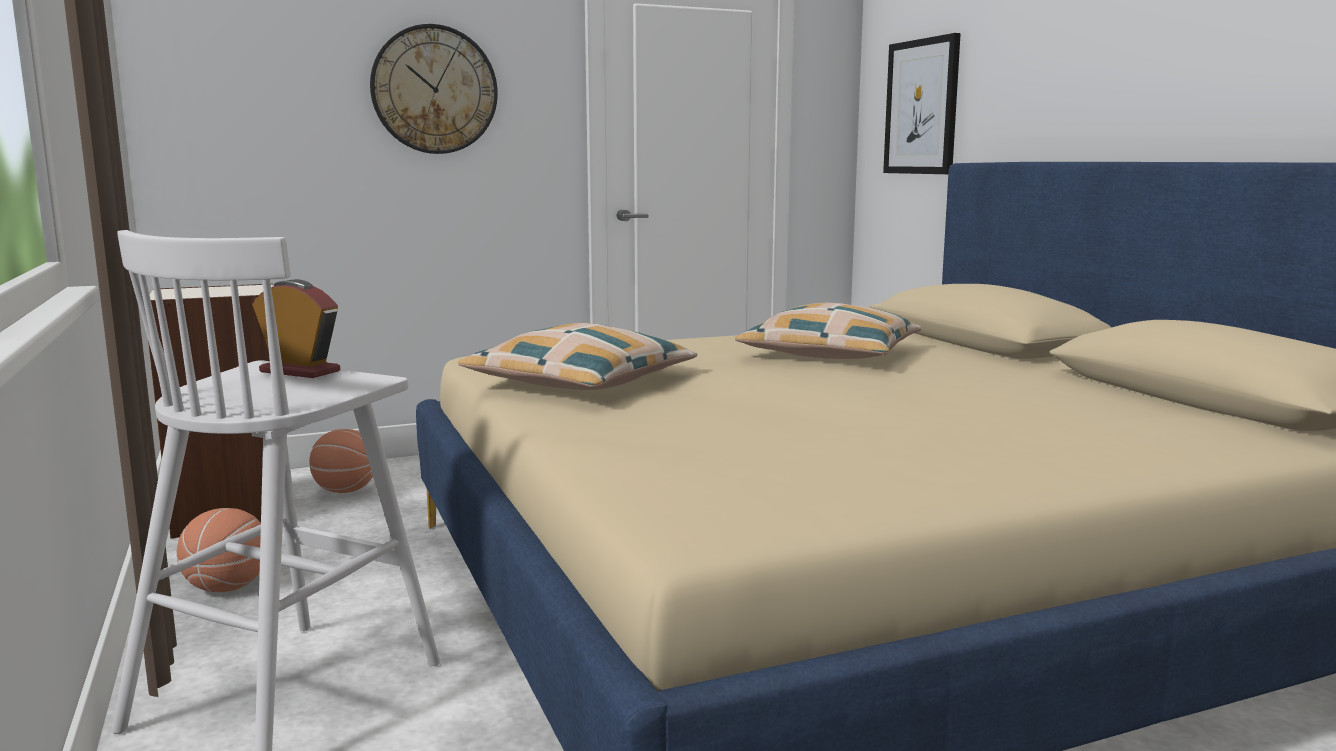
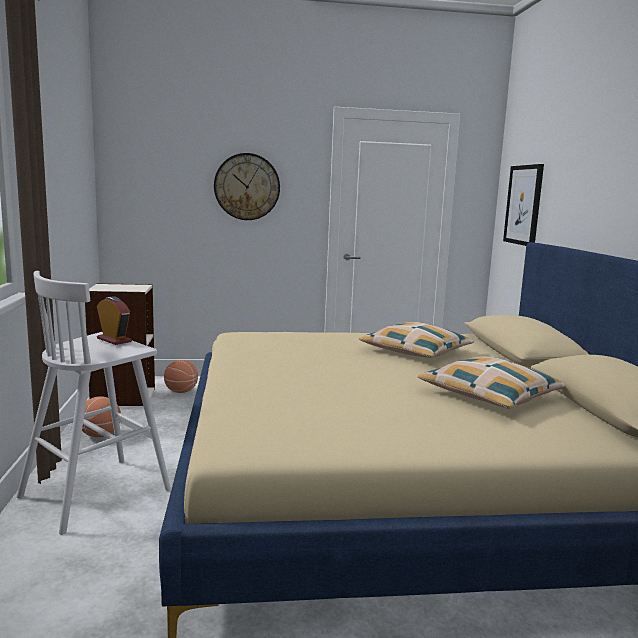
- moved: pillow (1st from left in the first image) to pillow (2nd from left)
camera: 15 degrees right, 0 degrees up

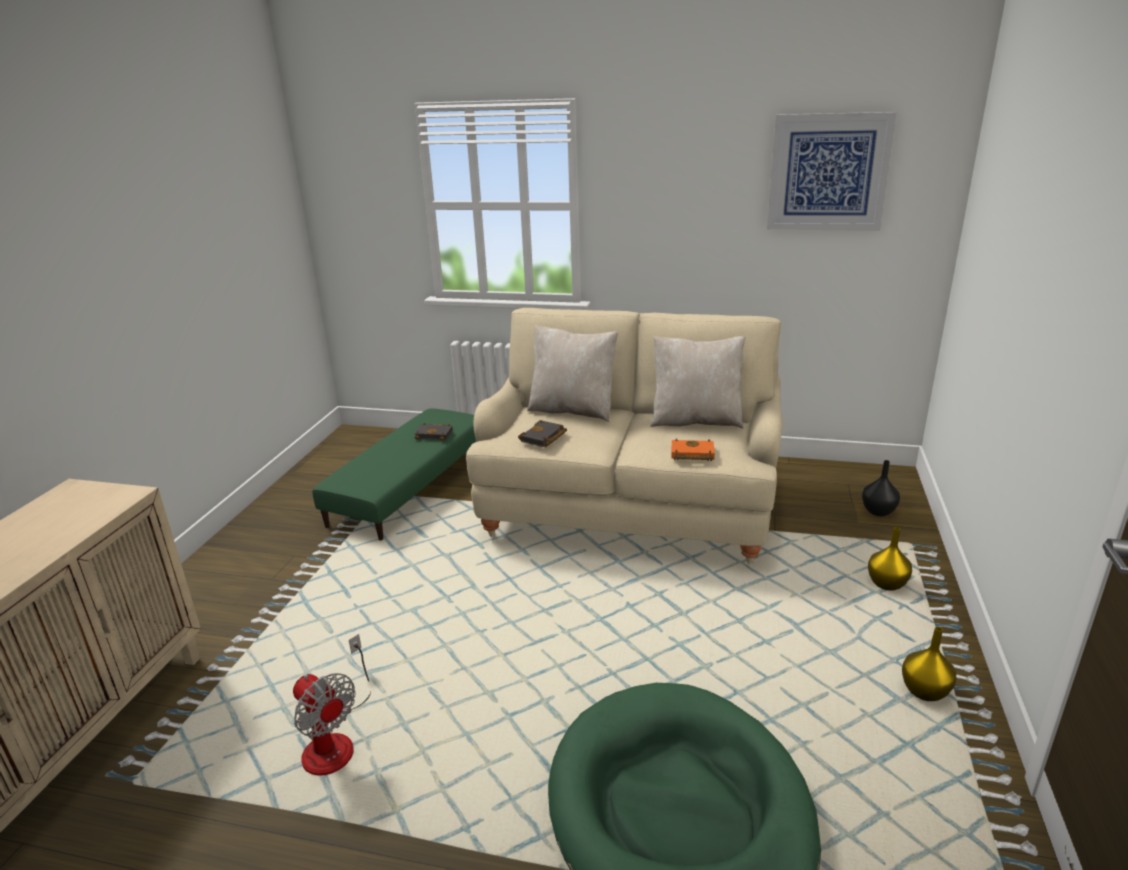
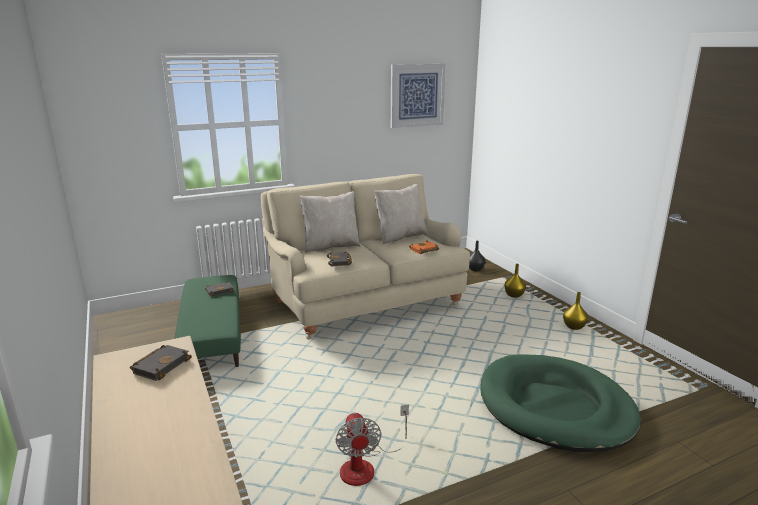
- added: black book (1st from left)
- turned: fan 75 degrees clockwise
camera: 40 degrees left, 5 degrees down

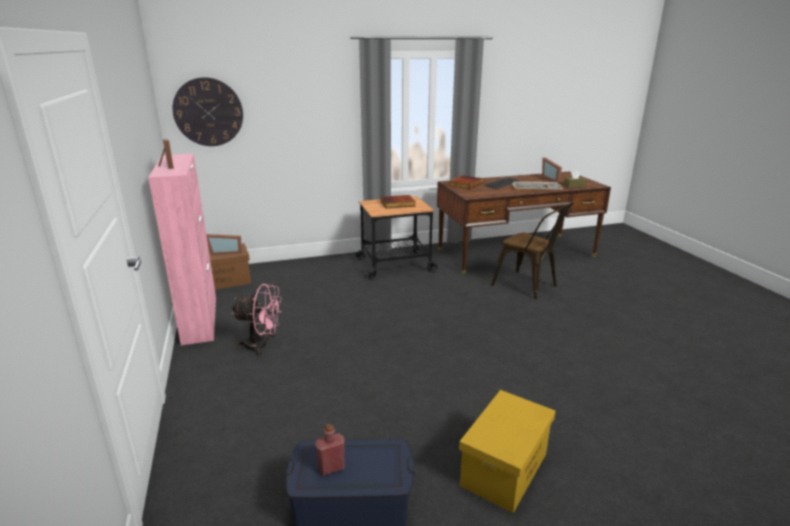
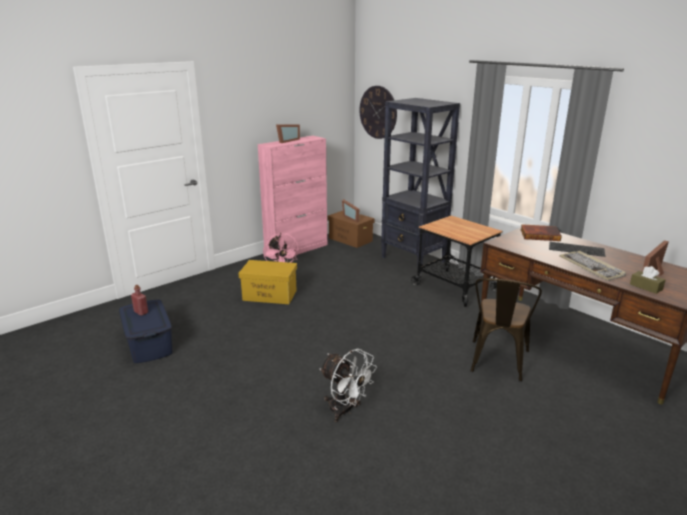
- moved: yellow storage box
- added: white fan
- added: black bookcase
- removed: book (1st from left)
camera: 65 degrees right, 0 degrees up

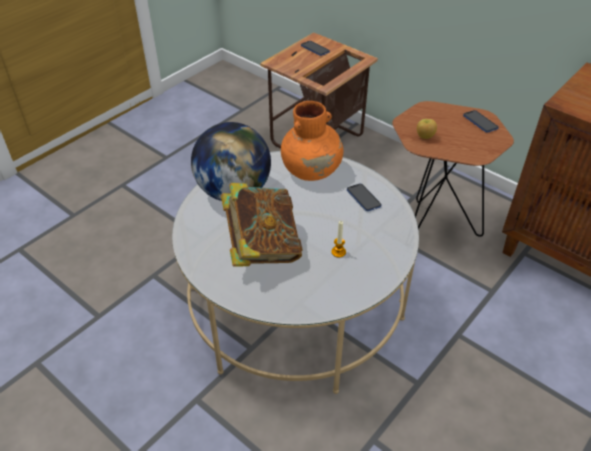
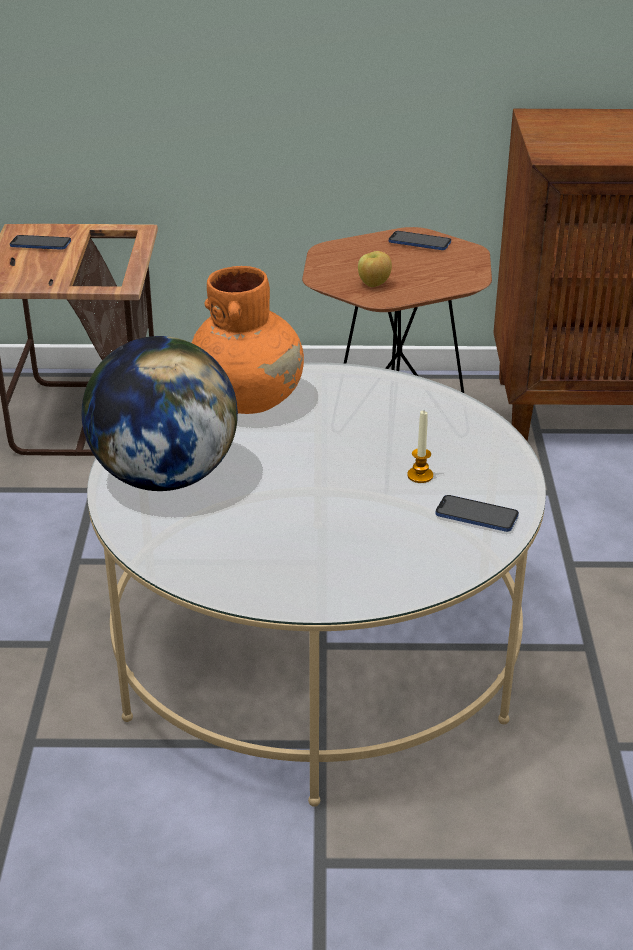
- moved: phone (2nd from left in the first image) to phone (3rd from left)
- removed: book
camera: 40 degrees left, 10 degrees down

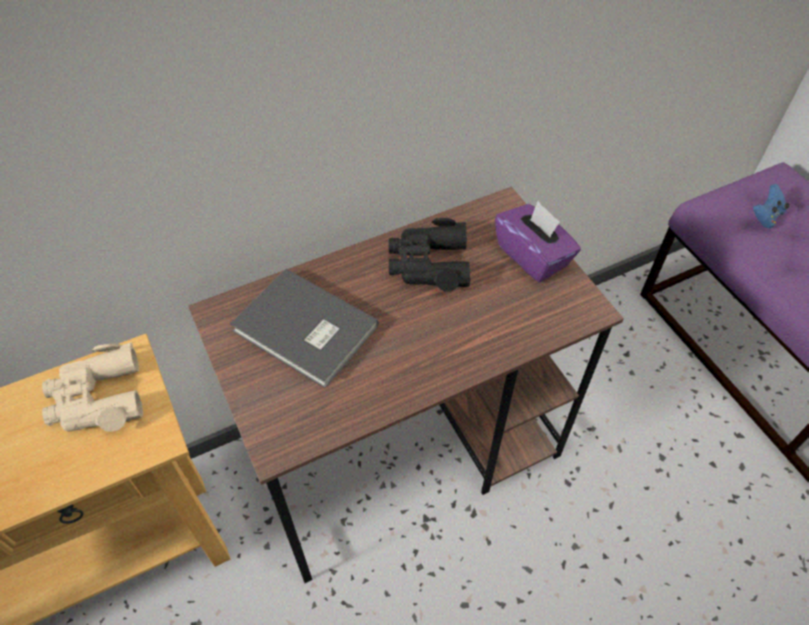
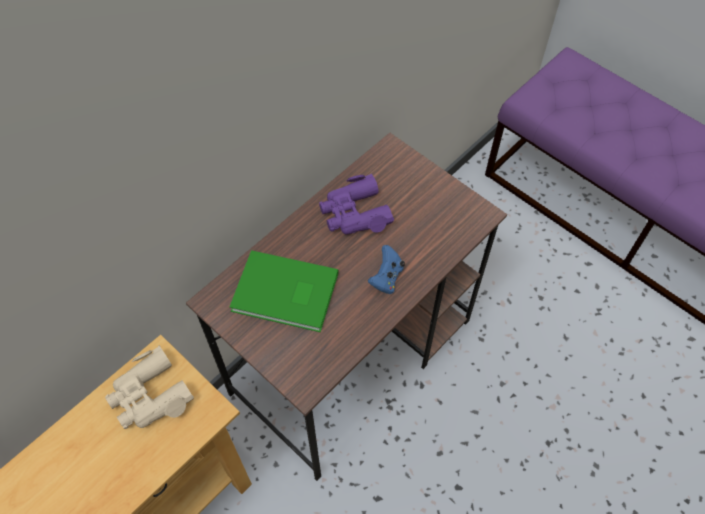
- recoloured: grey book to green book
- recoloured: black binoculars to purple binoculars
- moved: blue game controller
- removed: purple tissue box
camera: 20 degrees left, 5 degrees up

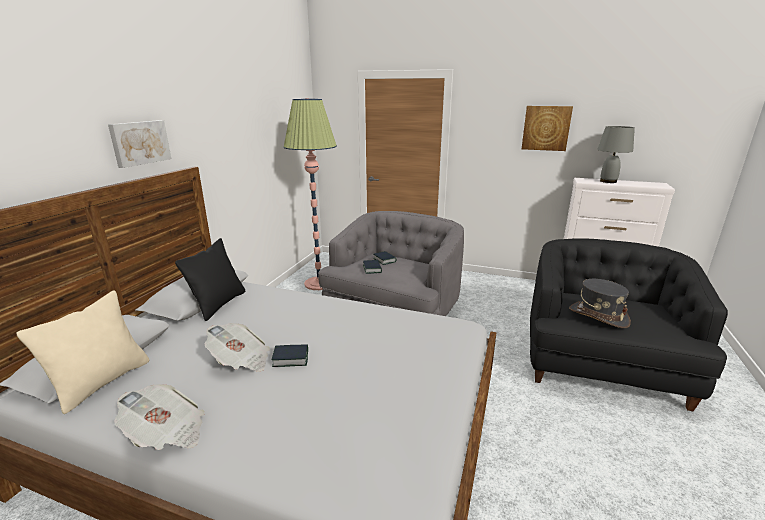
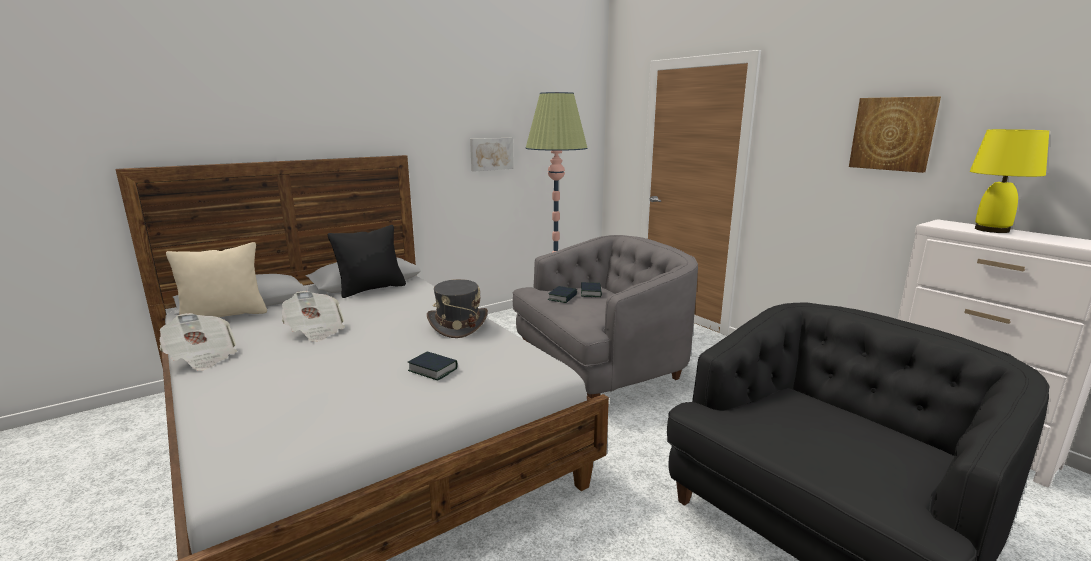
- moved: book (1st from left)
- moved: grey hat
- moved: picture (1st from left)
- recoloured: grey table lamp to yellow table lamp
camera: 35 degrees right, 5 degrees down

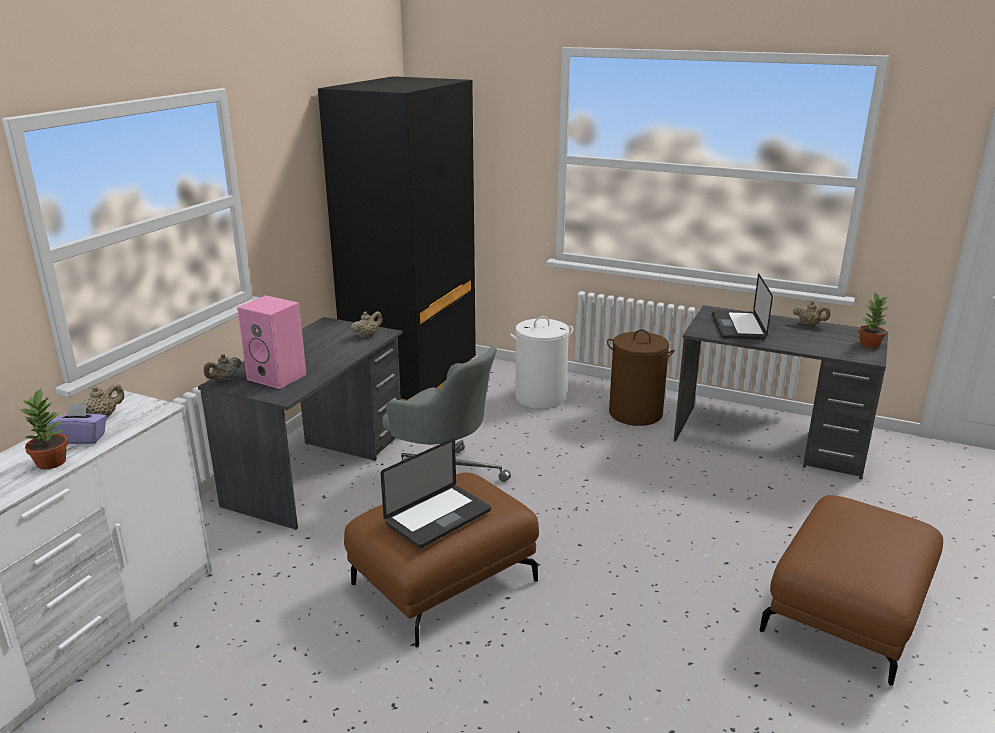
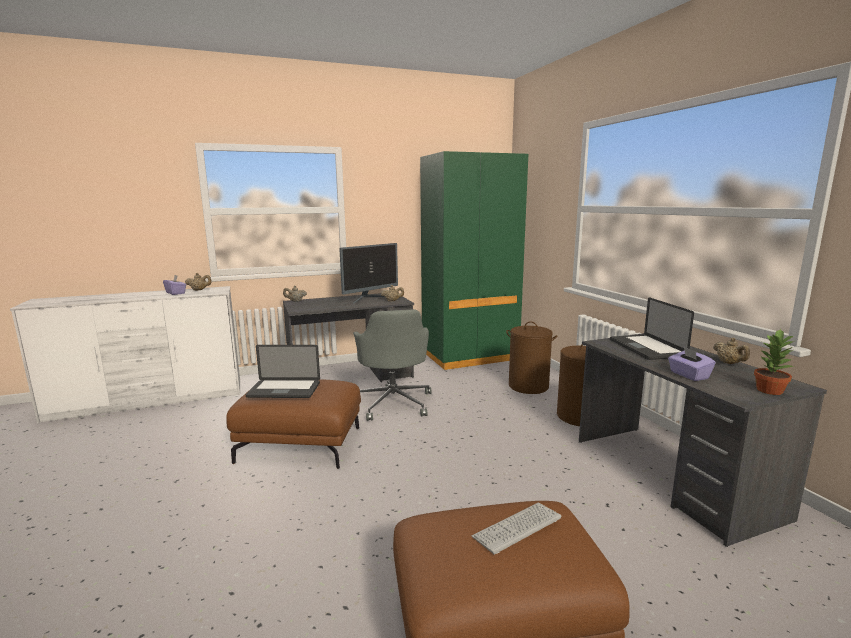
- added: monitor
- recoloured: black wardrobe to green wardrobe
- added: keyboard
- recoloured: white laundry basket to brown laundry basket (1st from left)
- turned: laptop (2nd from left) 60 degrees counterclockwise
- added: purple tissue box (2nd from left)
- removed: potted plant (1st from left)
- removed: pink speaker
camera: 45 degrees right, 10 degrees down

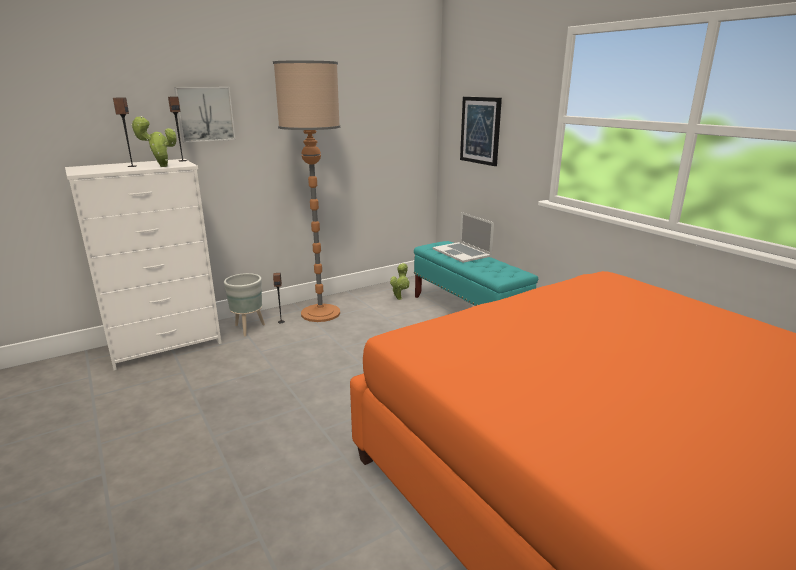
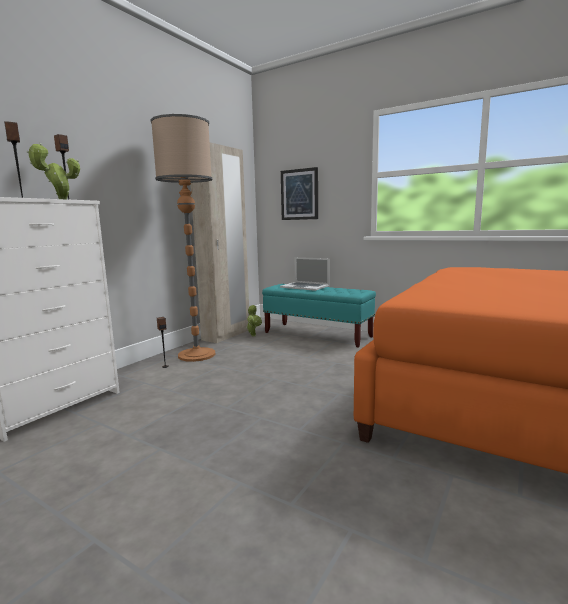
- added: beige wardrobe
- removed: picture (1st from left)
- removed: grey planter
camera: 25 degrees left, 10 degrees down

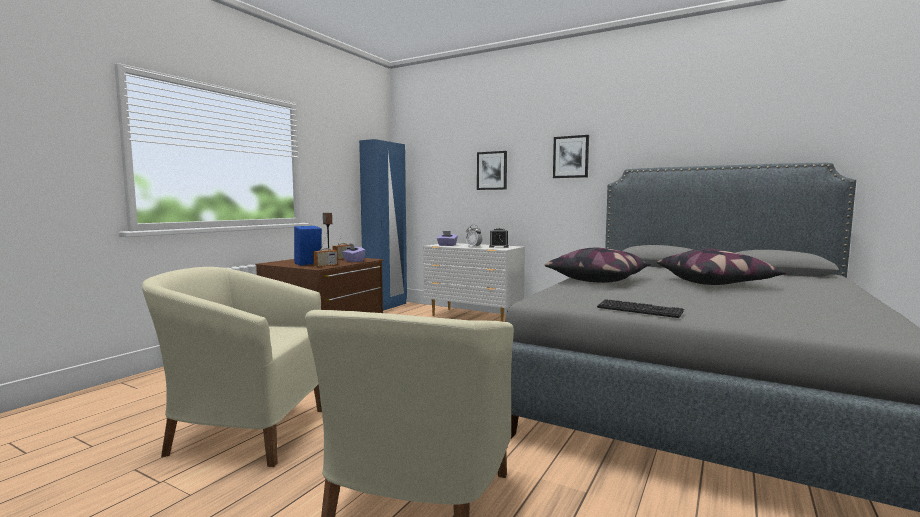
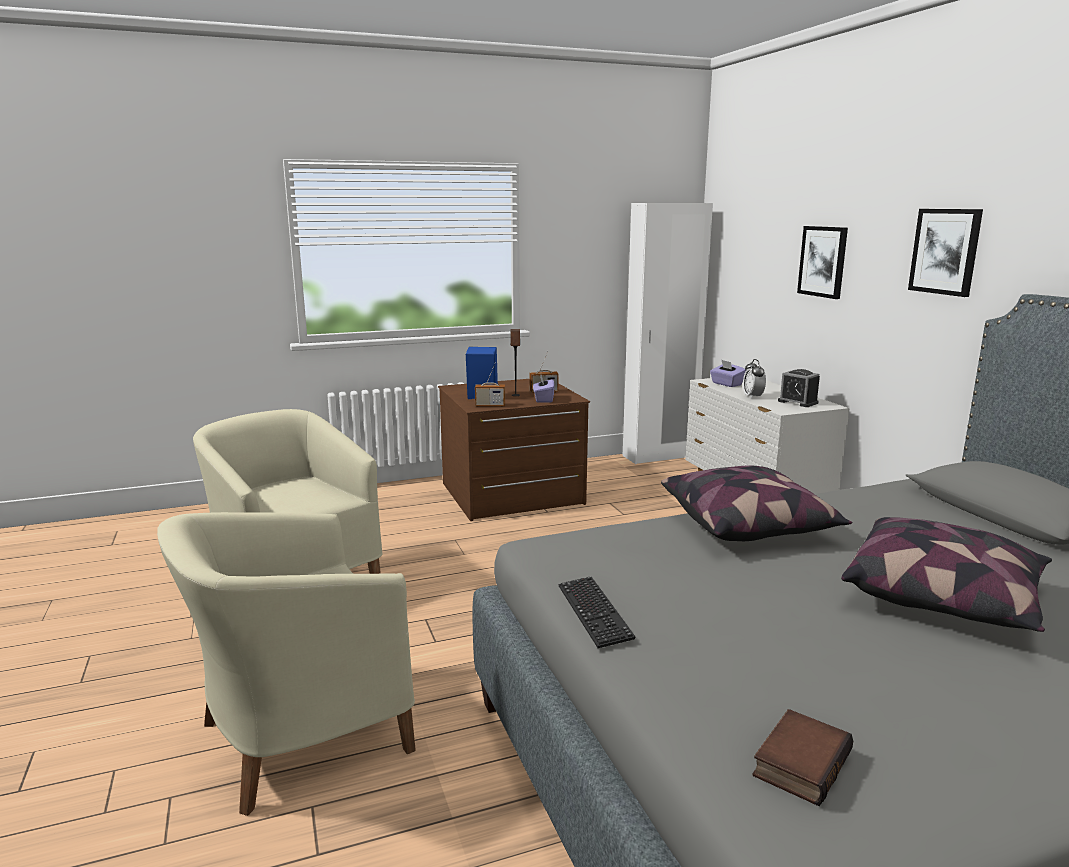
- recoloured: blue wardrobe to white wardrobe
- added: book
camera: 40 degrees right, 10 degrees up

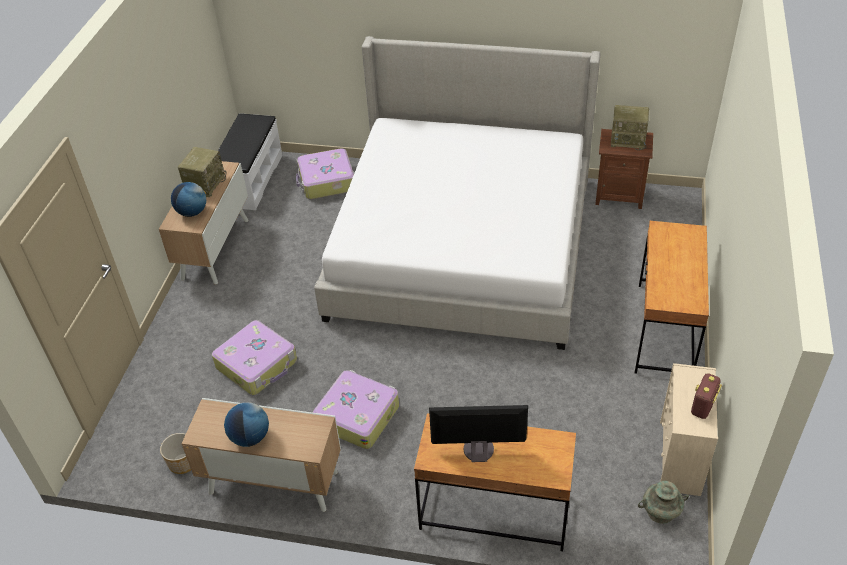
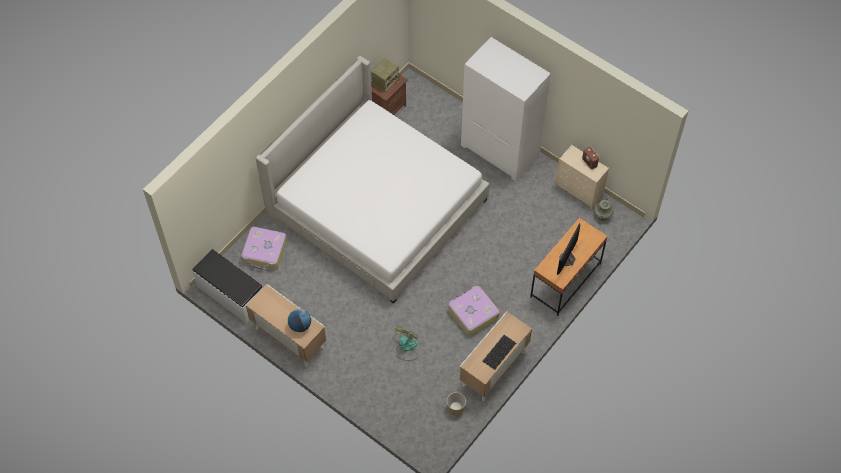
- replaced: suitcase (1st from left) to fan
- replaced: brown desk (2nd from left) to white wardrobe
- replaced: globe (2nd from left) to keyboard
- removed: radio (1st from left)
camera: 65 degrees left, 15 degrees up

